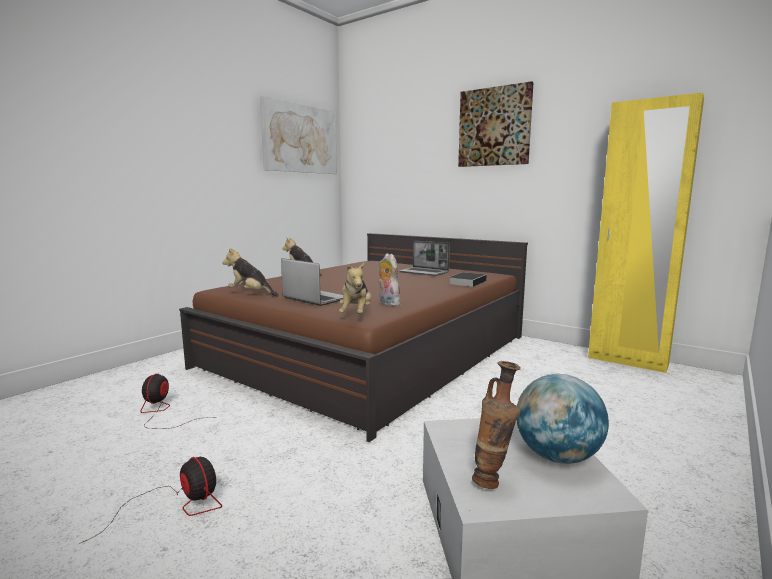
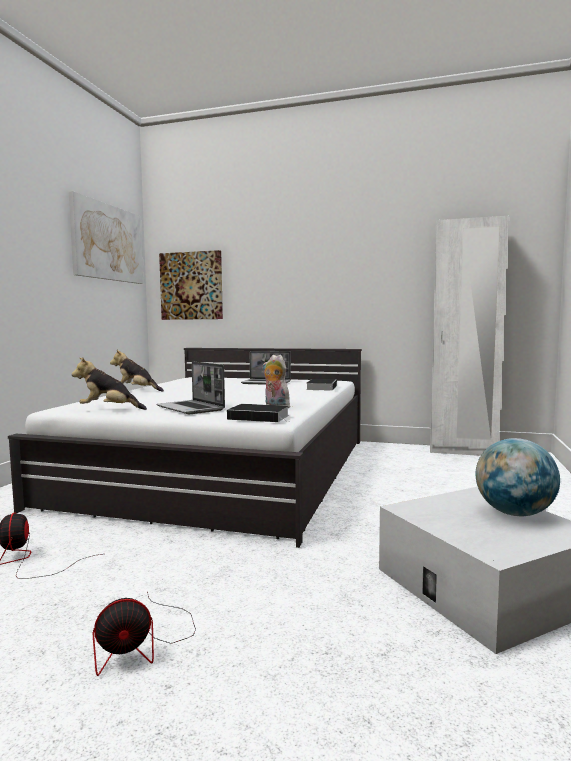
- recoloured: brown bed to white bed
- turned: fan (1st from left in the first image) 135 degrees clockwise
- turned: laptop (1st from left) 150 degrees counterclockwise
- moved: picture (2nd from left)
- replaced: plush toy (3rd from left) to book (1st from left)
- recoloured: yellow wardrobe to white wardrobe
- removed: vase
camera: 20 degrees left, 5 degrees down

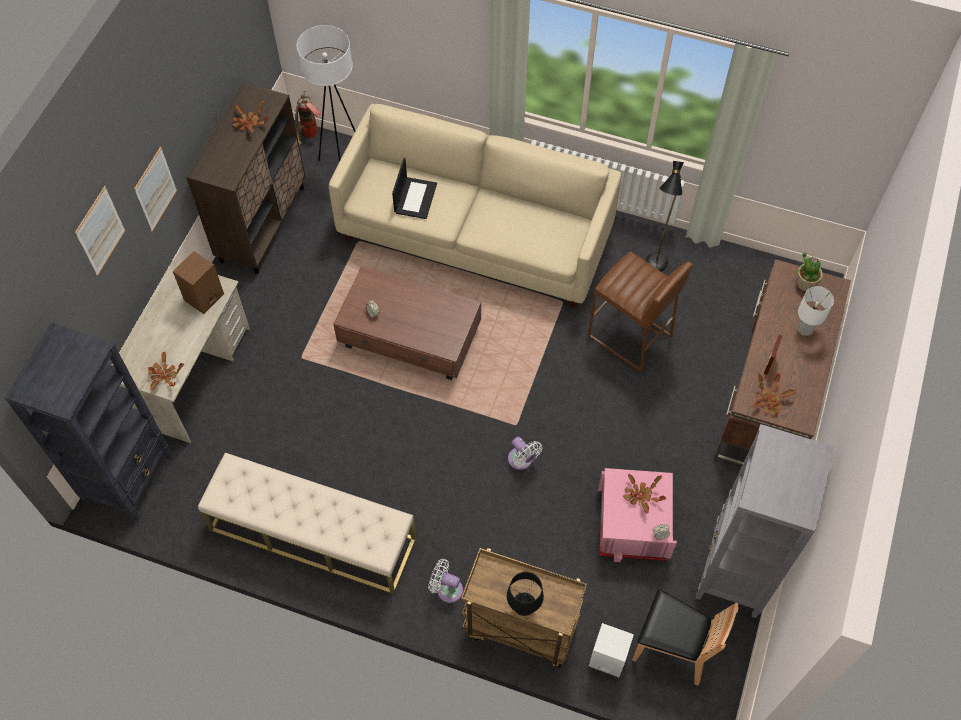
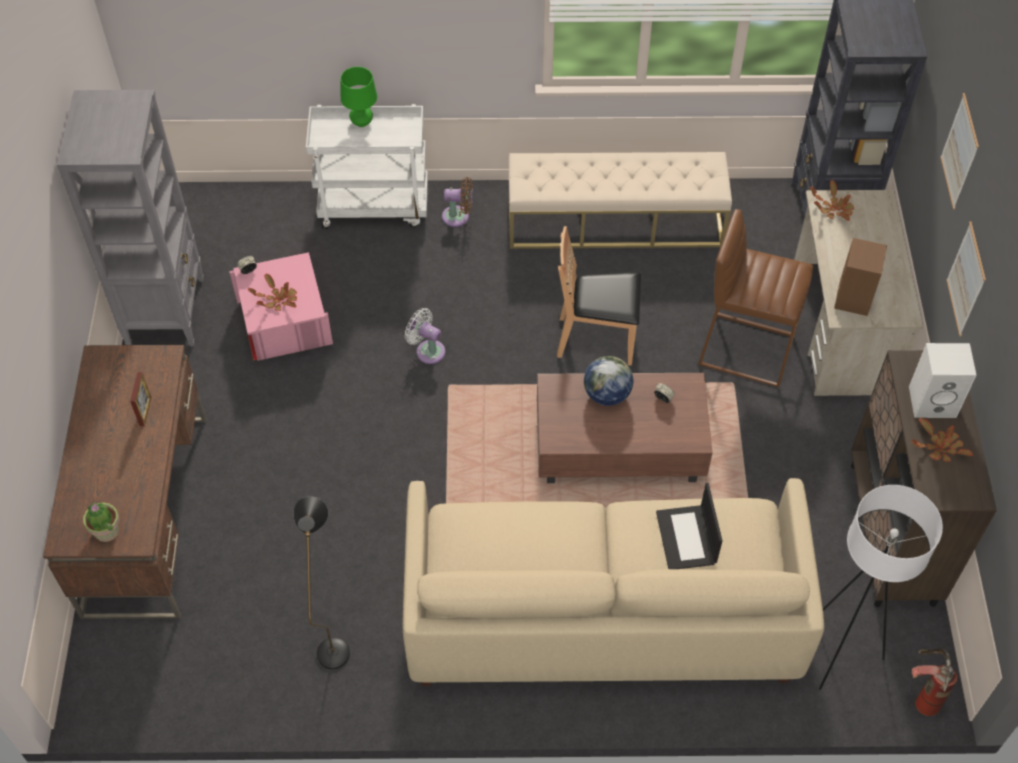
- recoloured: brown cart to white cart
- recoloured: black table lamp to green table lamp
- recoloured: white fan (1st from left) to brown fan
- moved: brown chair
- added: globe
- moved: brown stool
- moved: white speaker
- removed: potted plant (4th from left)
- removed: white table lamp
camera: 160 degrees right, 5 degrees down

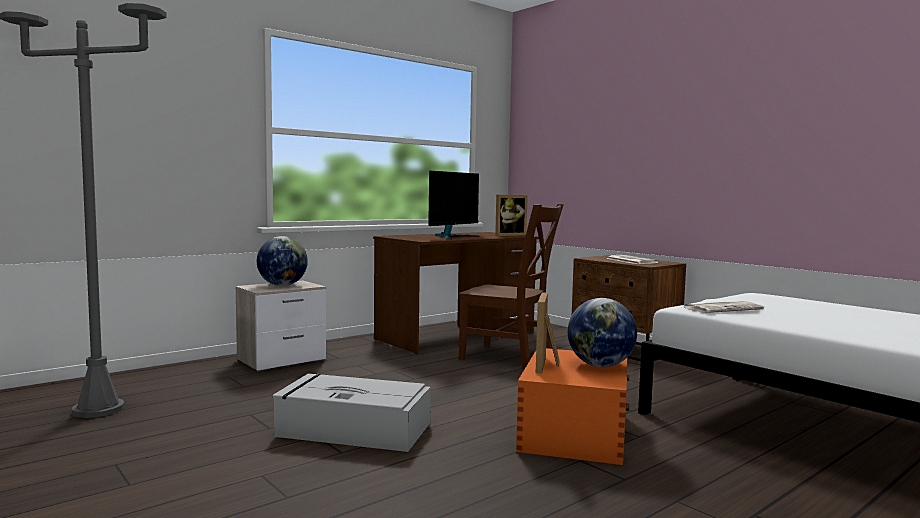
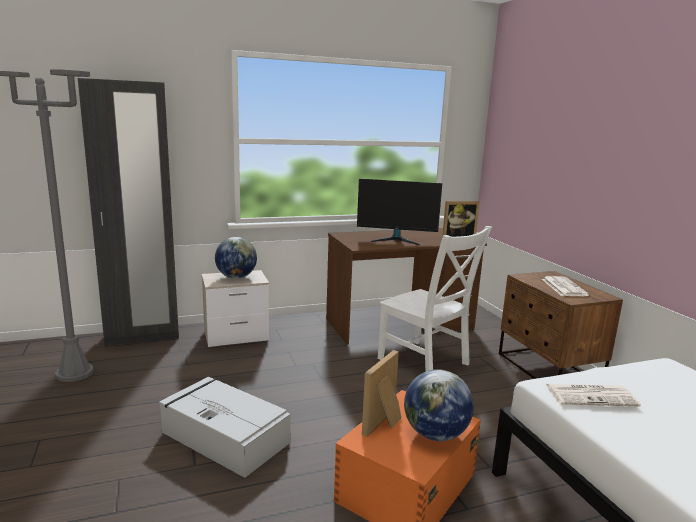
- added: black wardrobe
- turned: monitor 45 degrees clockwise
- recoloured: brown chair to white chair
camera: 20 degrees right, 10 degrees up

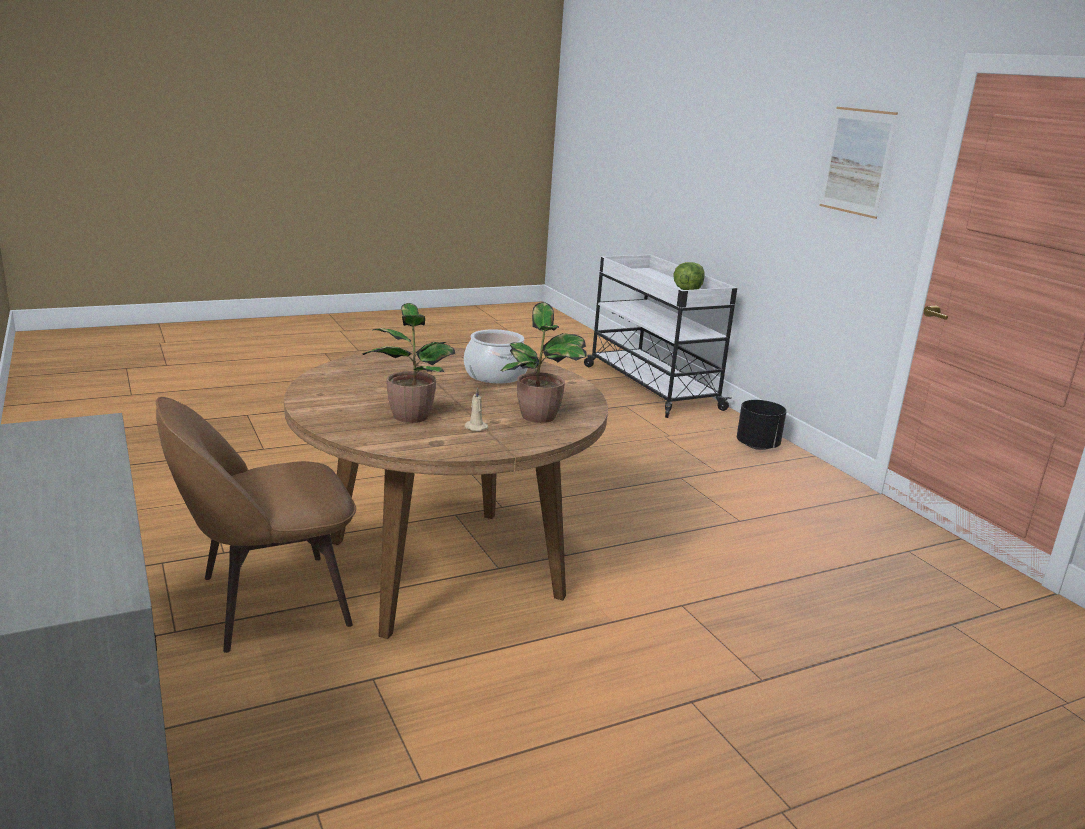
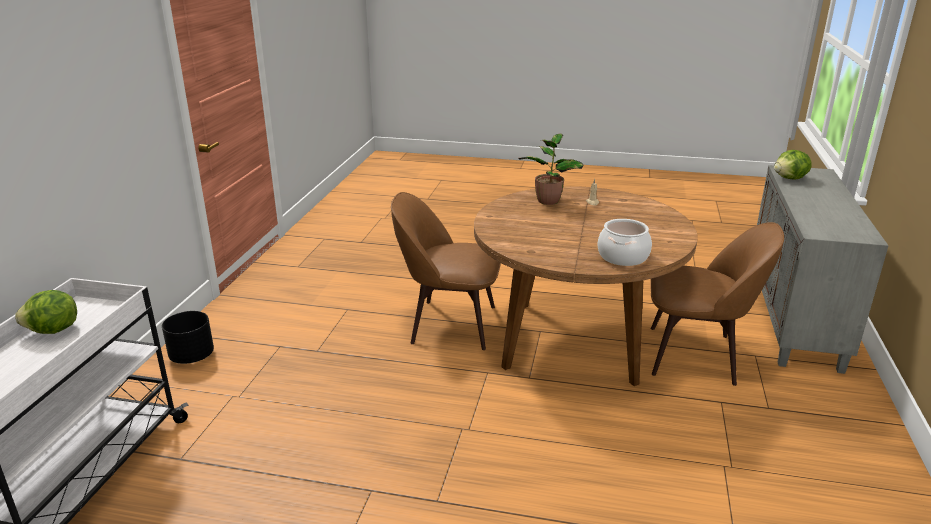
- added: brown chair (1st from left)
- moved: cooking pot
- added: lettuce (2nd from left)
- removed: potted plant (1st from left)
- removed: picture
camera: 140 degrees left, 5 degrees up

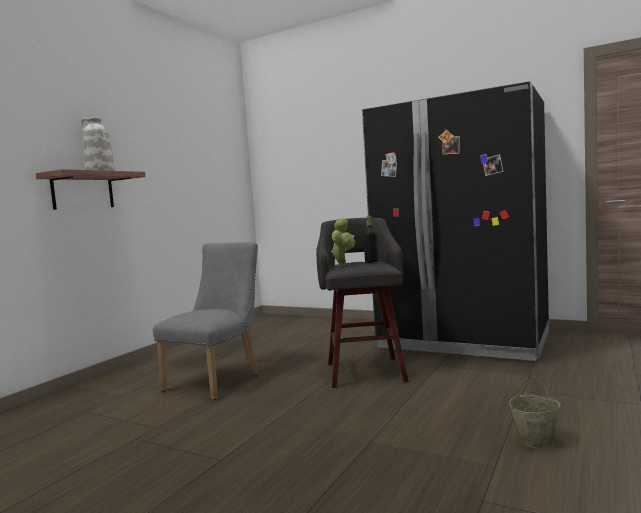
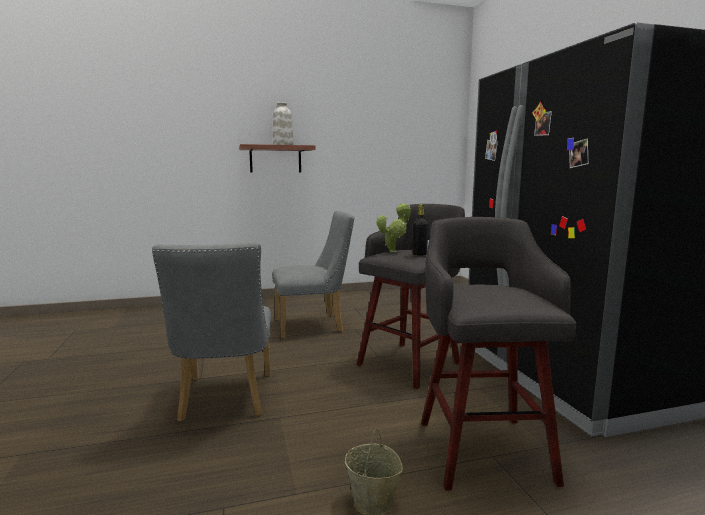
- added: grey chair (1st from left)
- added: grey stool (2nd from left)
camera: 45 degrees right, 5 degrees up

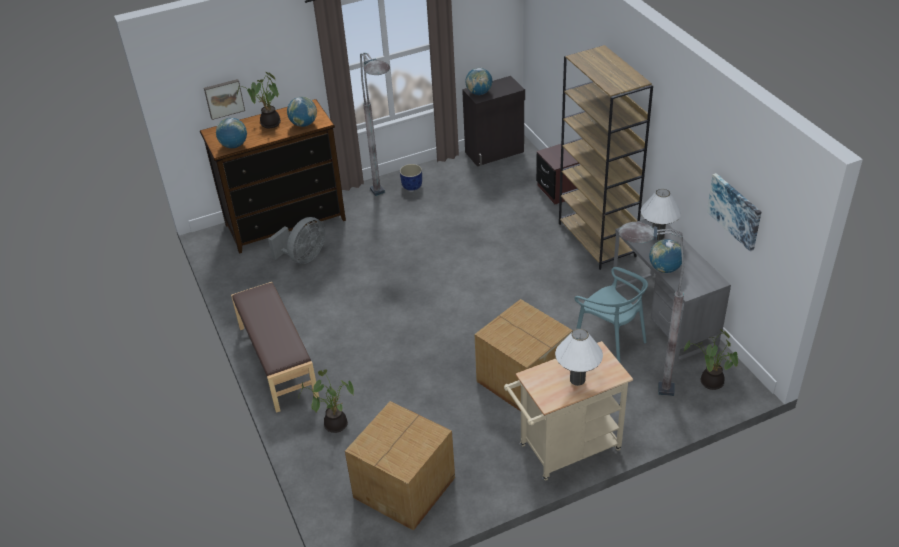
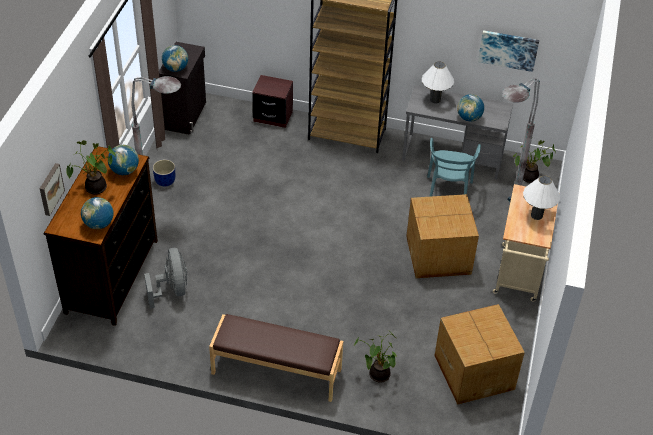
- turned: turquoise chair 105 degrees clockwise
camera: 55 degrees left, 5 degrees up

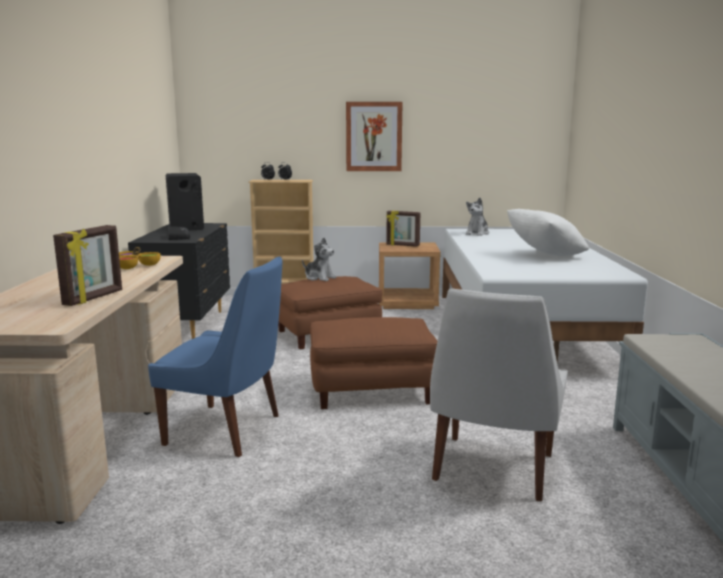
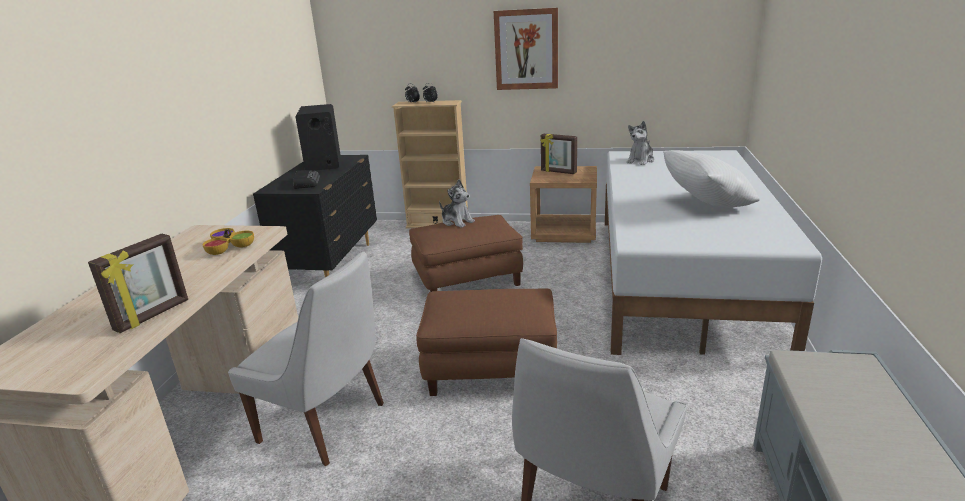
- recoloured: blue chair to white chair (1st from left)
camera: 10 degrees right, 10 degrees up

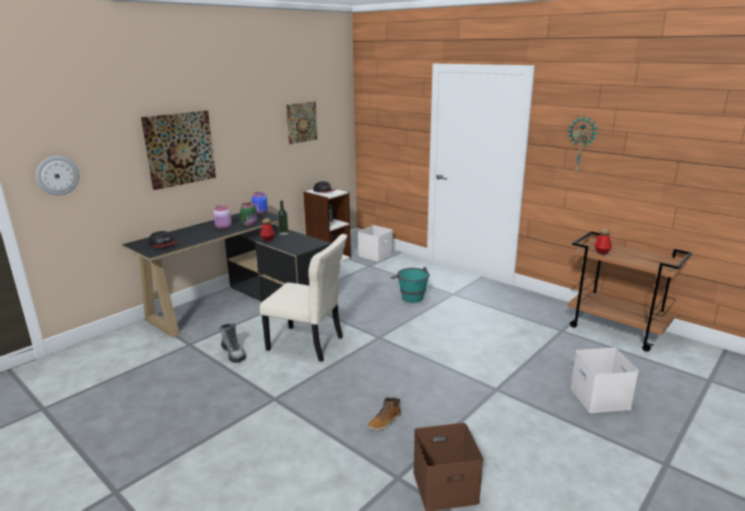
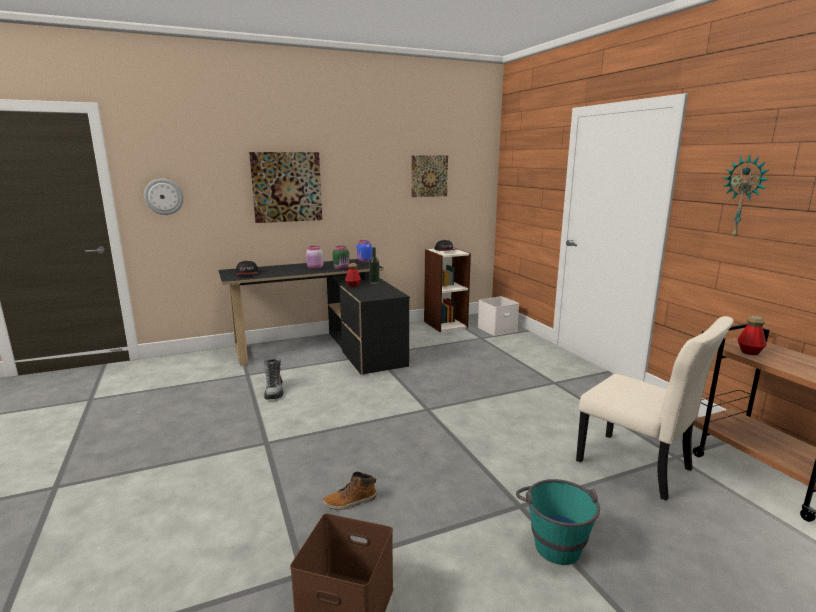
- moved: turquoise bucket
- moved: beige chair
- removed: white storage box (2nd from left)
camera: 25 degrees right, 5 degrees down

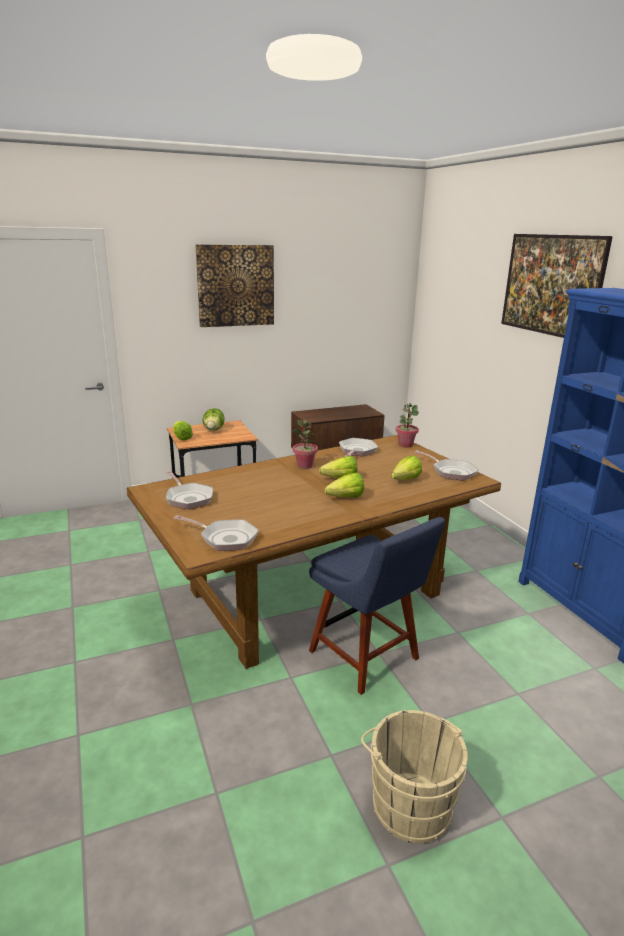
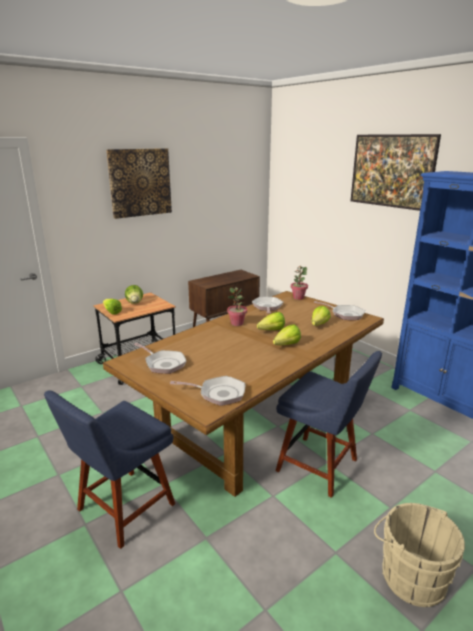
- added: blue chair (1st from left)
camera: 15 degrees left, 0 degrees up

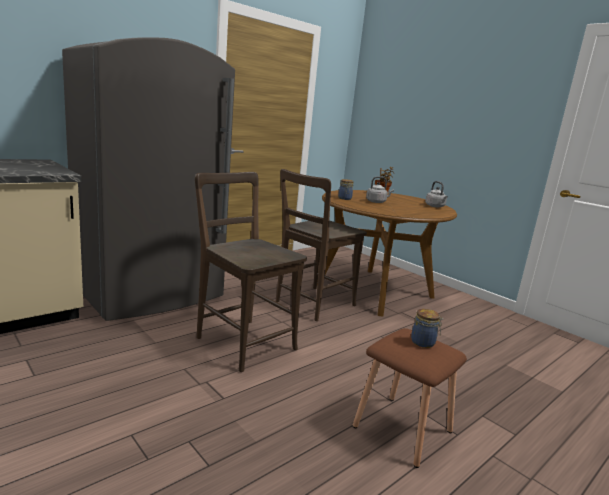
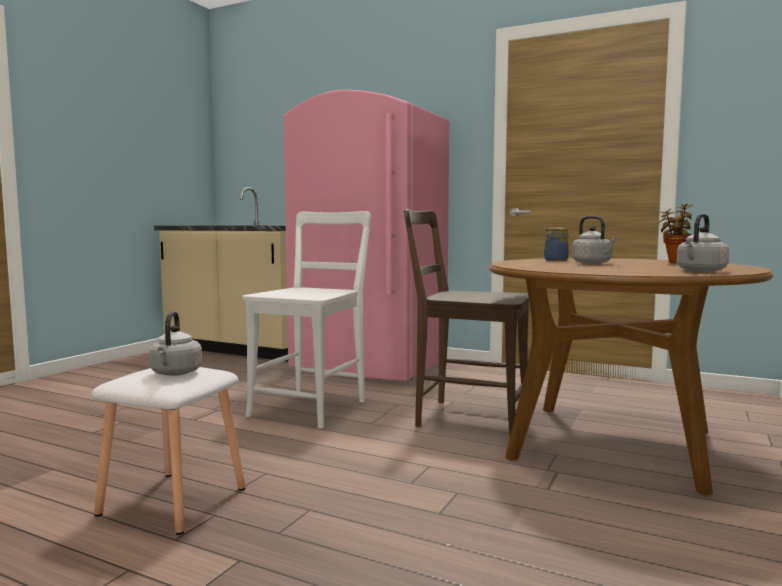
- recoloured: brown stool to white stool
- replaced: jar (2nd from left) to grey kettle (1st from left)
- recoloured: brown chair (1st from left) to white chair
- recoloured: grey fridge to pink fridge
camera: 70 degrees right, 10 degrees down

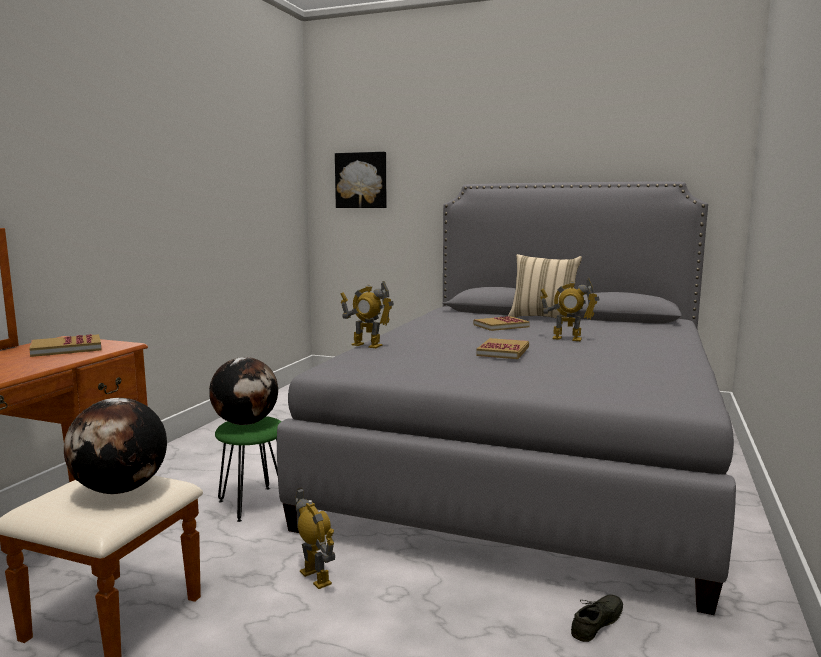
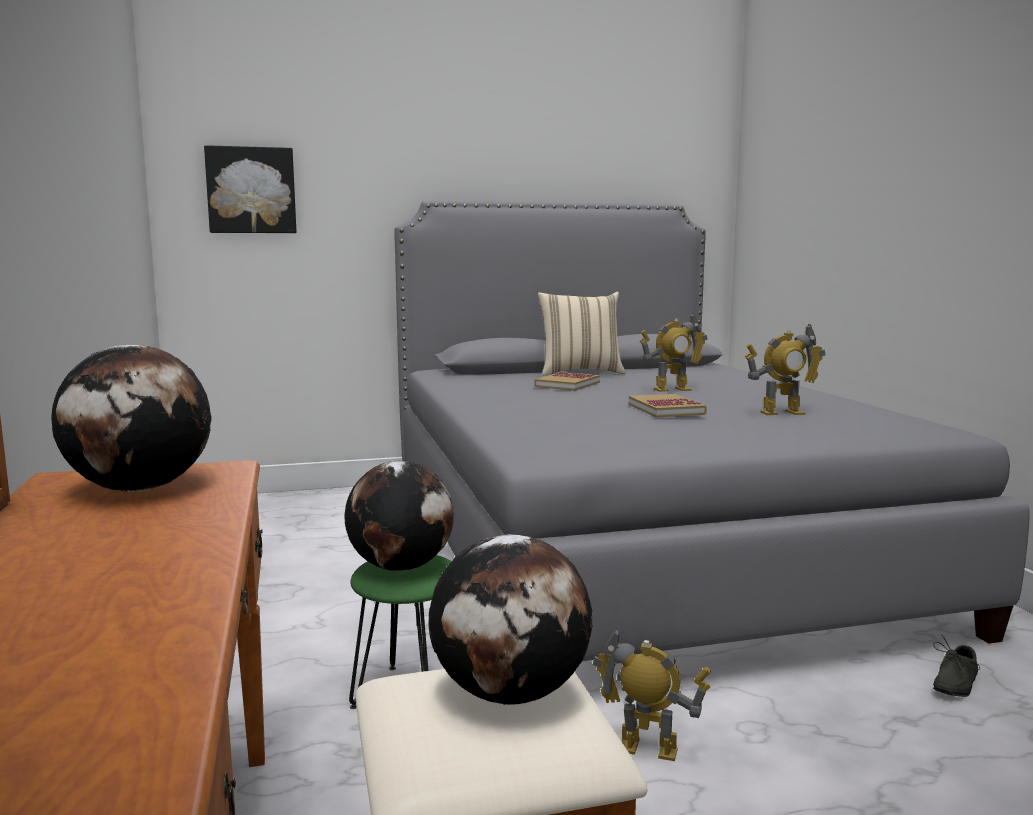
- replaced: book (1st from left) to globe (1st from left)
- moved: toy robot (2nd from left in the first image) to toy robot (3rd from left)
- turned: grey shoe 150 degrees counterclockwise
camera: 35 degrees left, 0 degrees up

